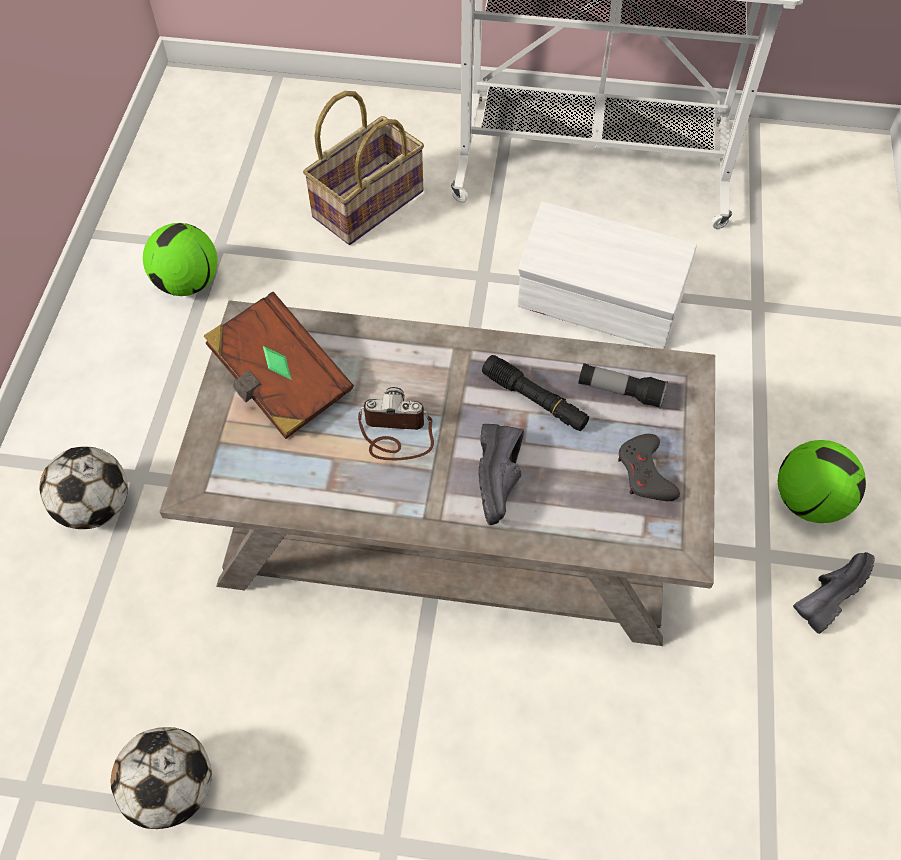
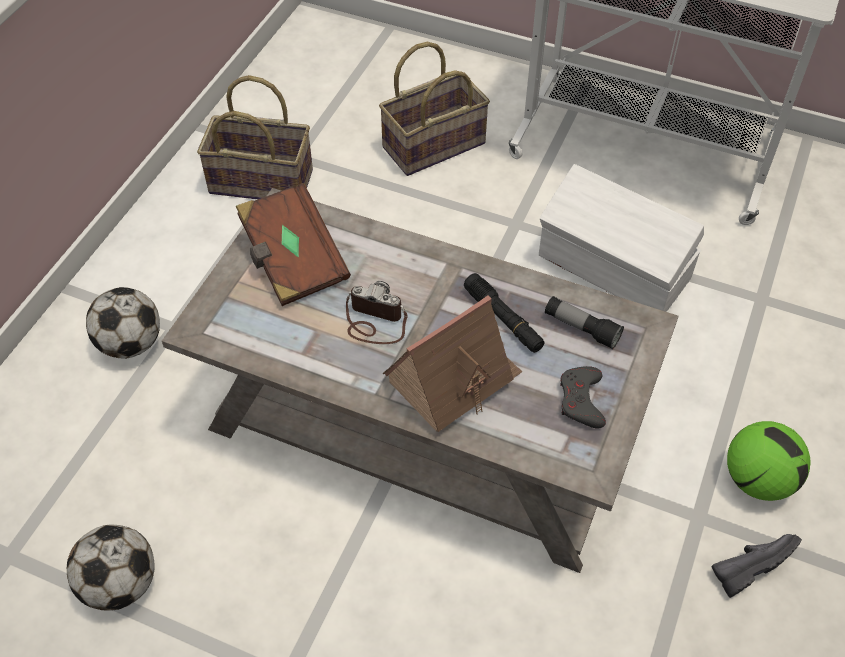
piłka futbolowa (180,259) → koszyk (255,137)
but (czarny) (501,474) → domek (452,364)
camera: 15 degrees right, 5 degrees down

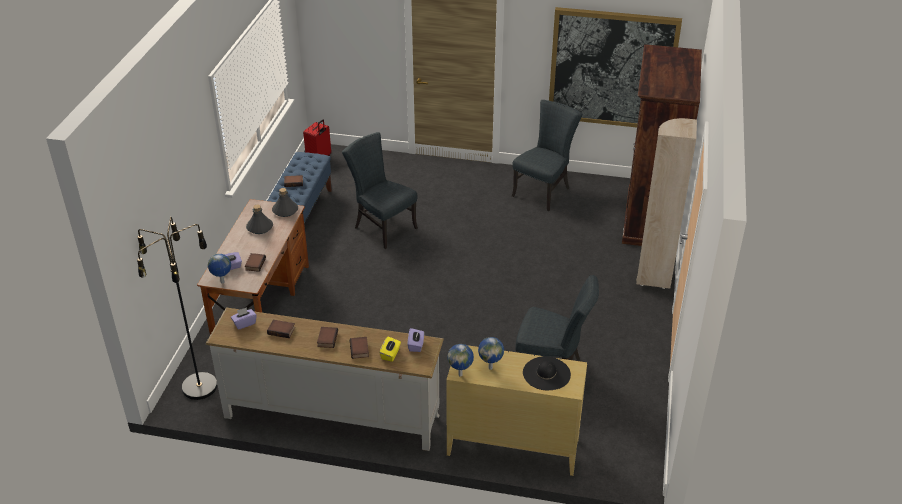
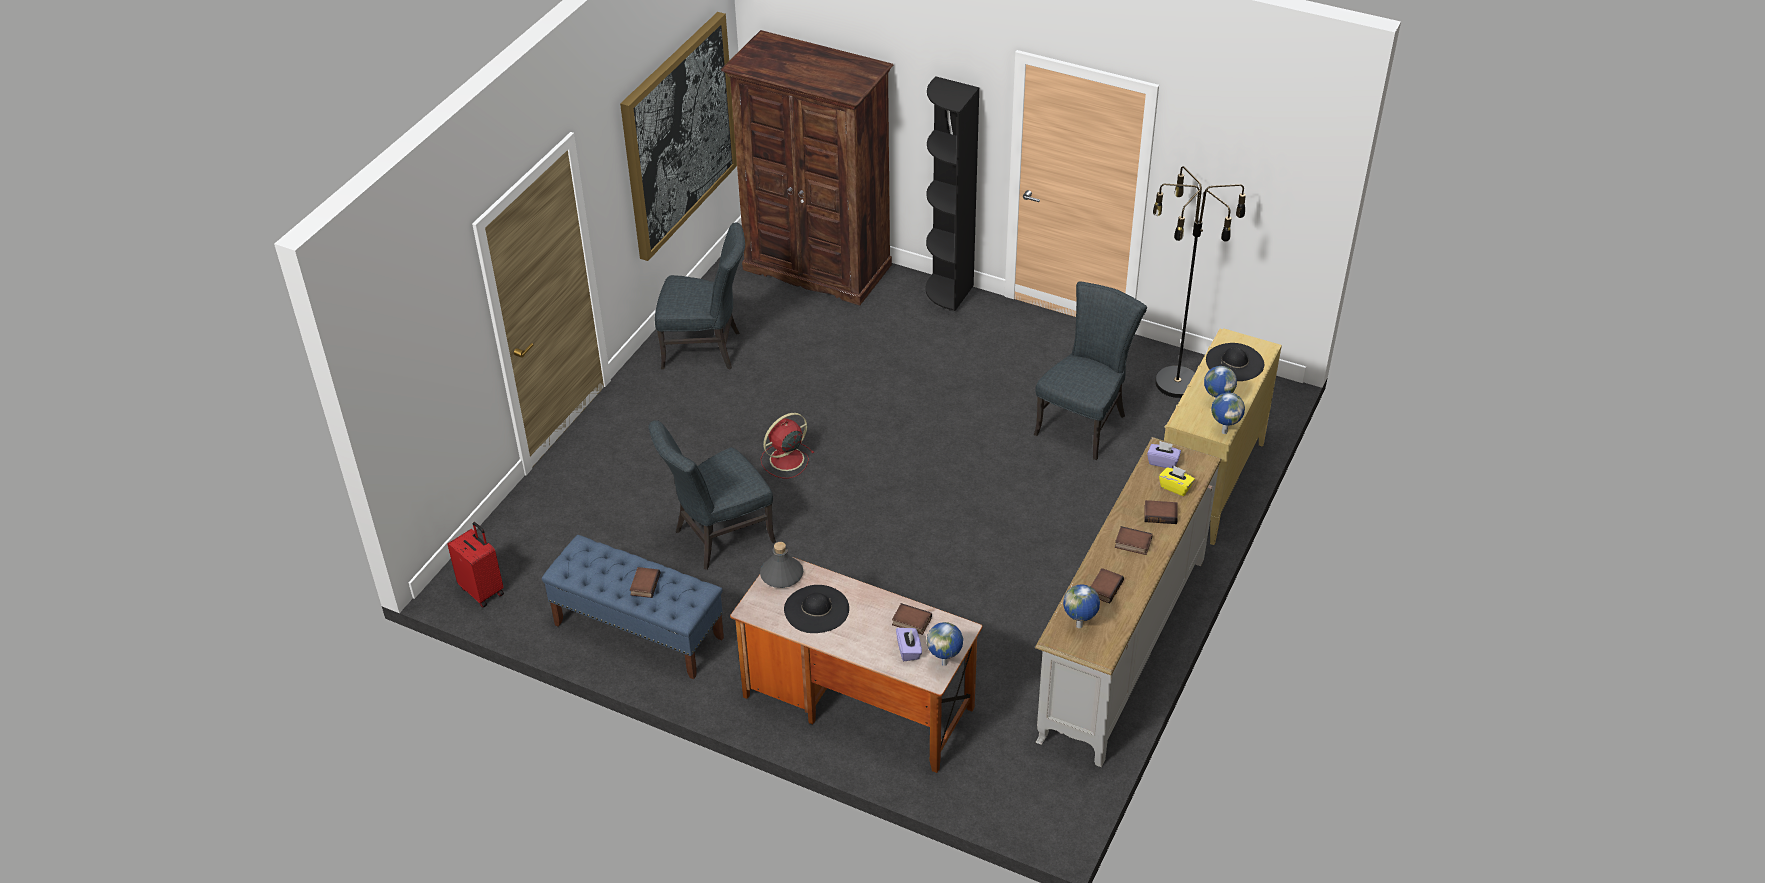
lampa stojąca (177,308) → lampa stojąca (1199,282), shifted
pudełko chusteczek (fioletowy) (244,318) → globus (1081,606)
butelka (szary) (259,219) → kapelusz (czarny) (816,609)
krzesło (szary) (547,155) → krzesło (szary) (700,295), 135 degrees clockwise
regał (beżowy) (666,203) → regał (czarny) (952,193)
- → wentylator (czerwony) (787,445)
camera: 75 degrees left, 5 degrees up

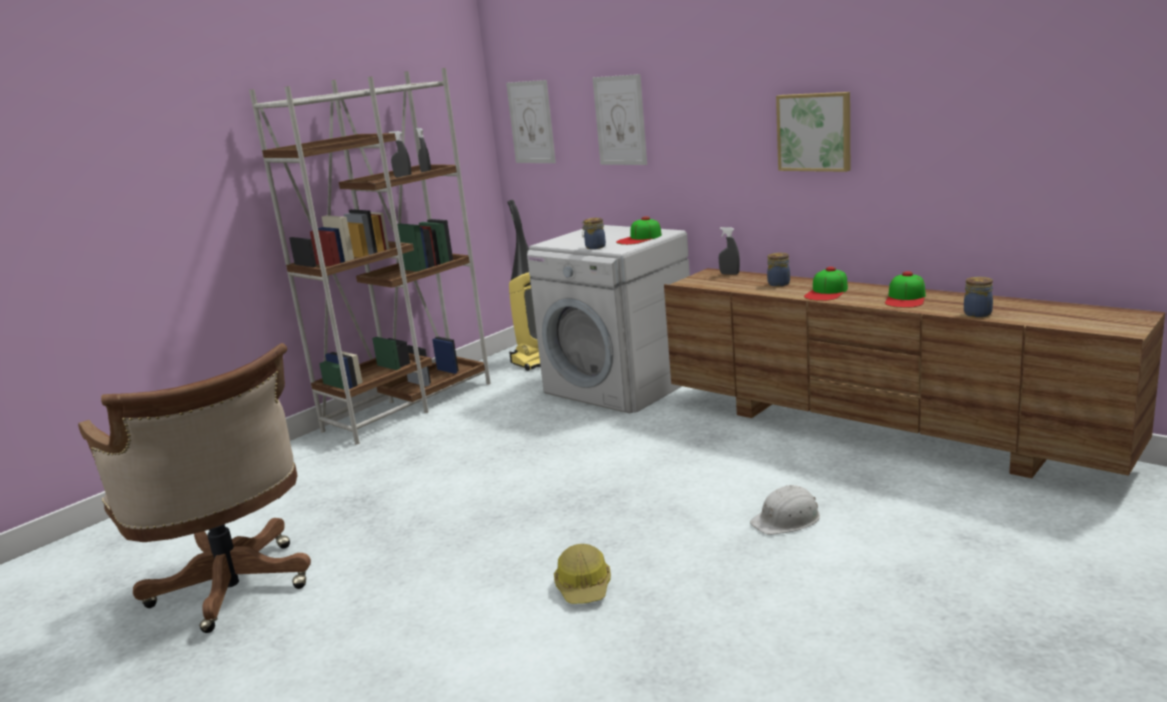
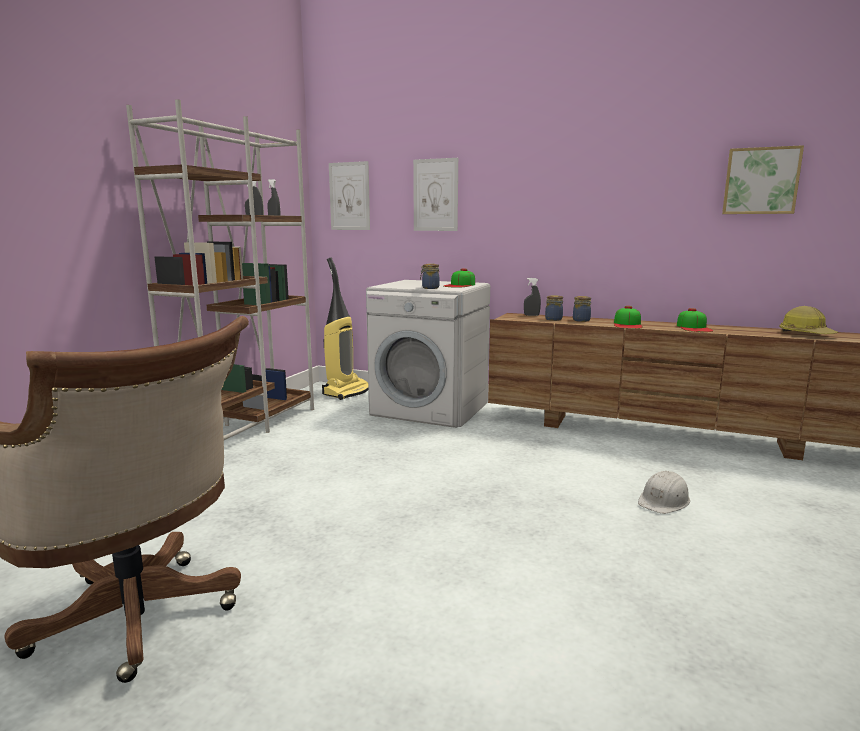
kask (582,574) → kask (808,320), shifted
obraz (813,132) → obraz (763,179), shifted
słoik (978,297) → słoik (554,308), shifted
camera: 20 degrees left, 5 degrees down

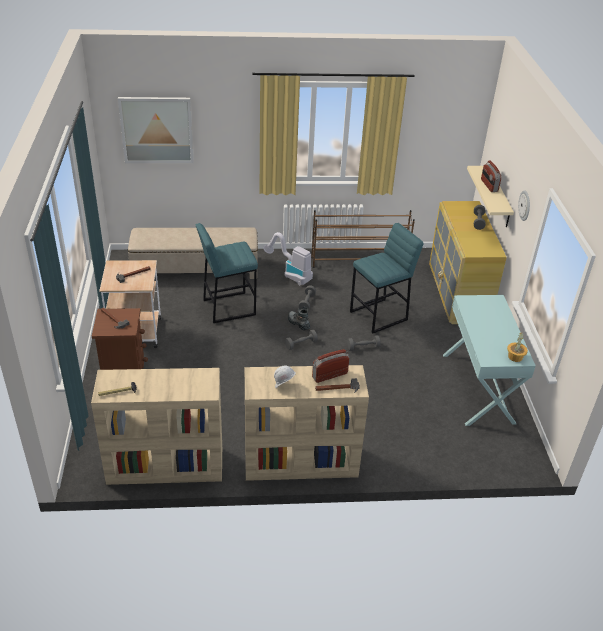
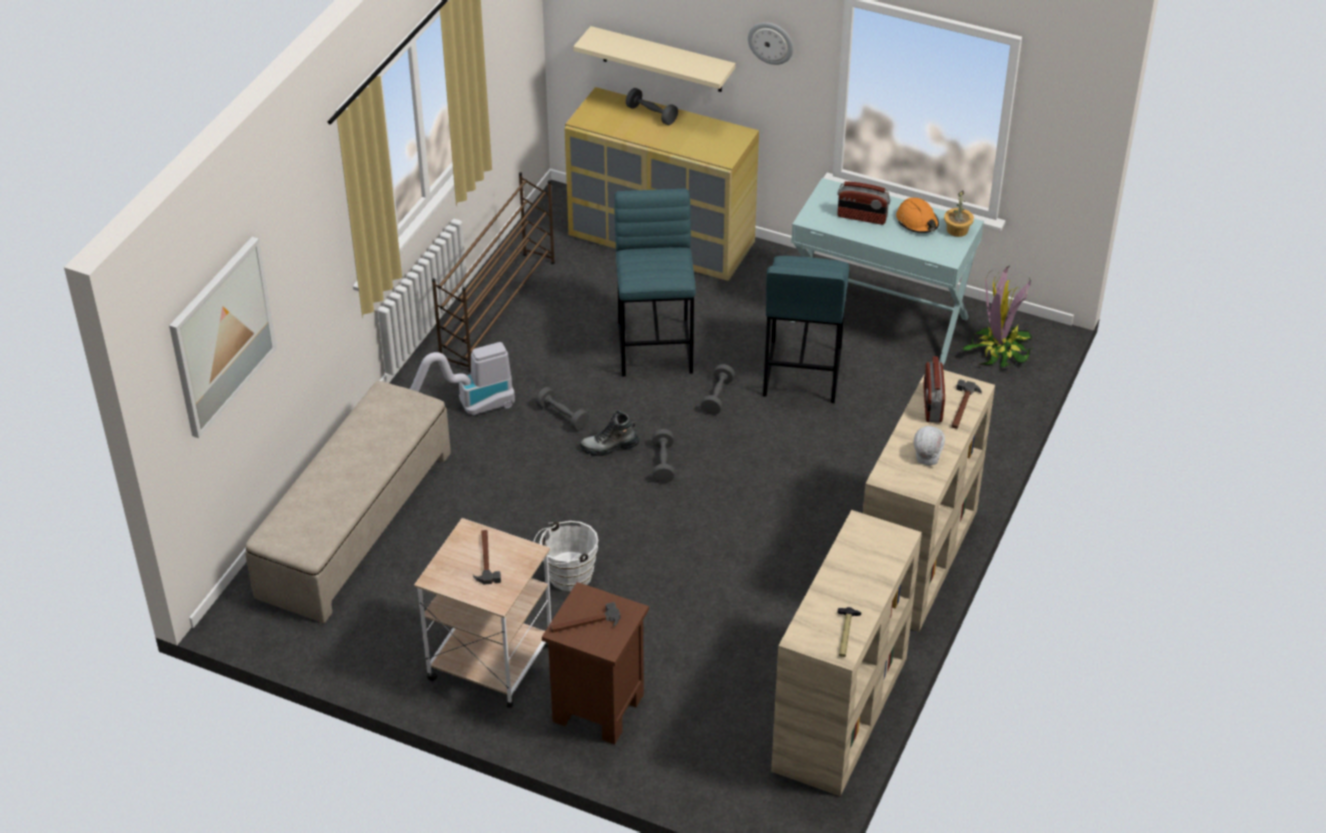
stołek (turkusowy) (226,273) → stołek (turkusowy) (806,329), shifted
radio (491,176) → radio (864,203), shifted
- → wiadro (biały) (566,556)
- → kask (pomarańczowy) (917,215)
- → roślina doniczkowa (997,316)
camera: 60 degrees left, 5 degrees up

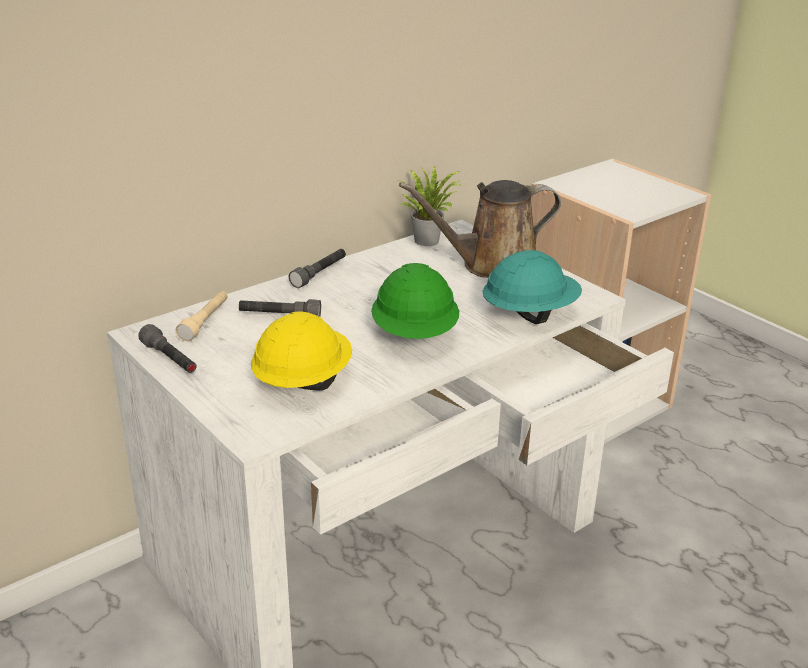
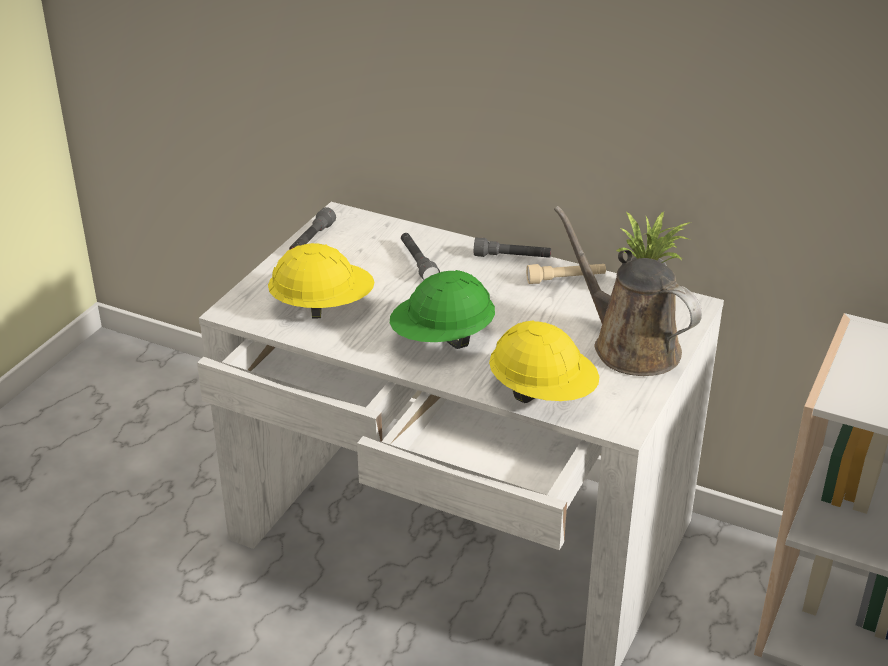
latarka (beżowy) (202,316) → latarka (beżowy) (566,274), shifted
kask (turkusowy) (532,287) → kask (żółty) (544,361)
camera: 65 degrees right, 5 degrees up

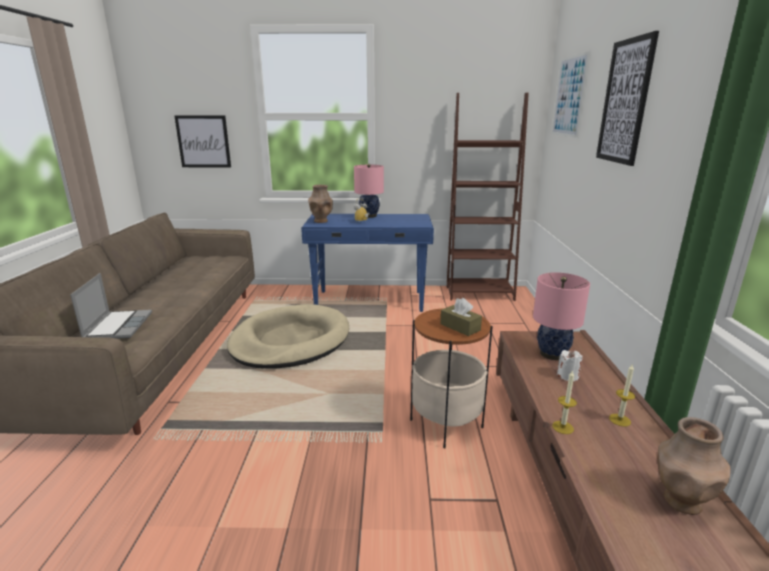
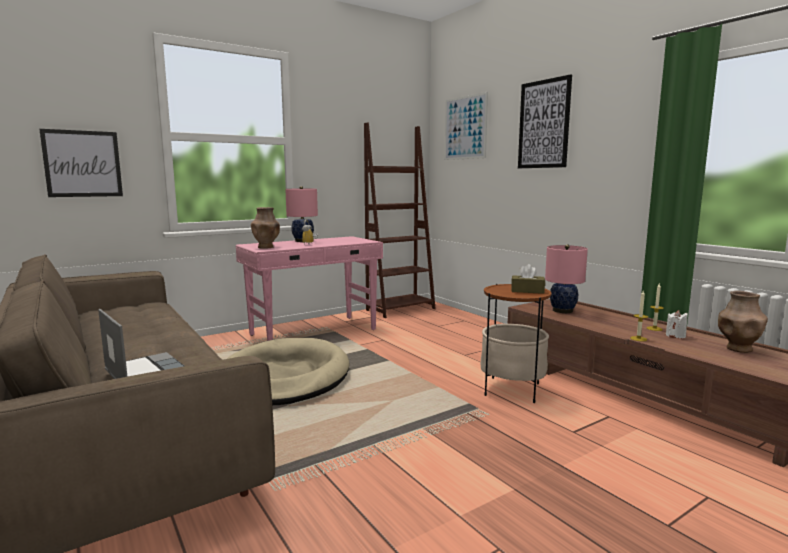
stolik konsolowy (niebieski) (367,263) → stolik konsolowy (różowy) (309,288)
świeca (biały) (570,365) → świeca (biały) (677,324), shifted
camera: 35 degrees left, 10 degrees down

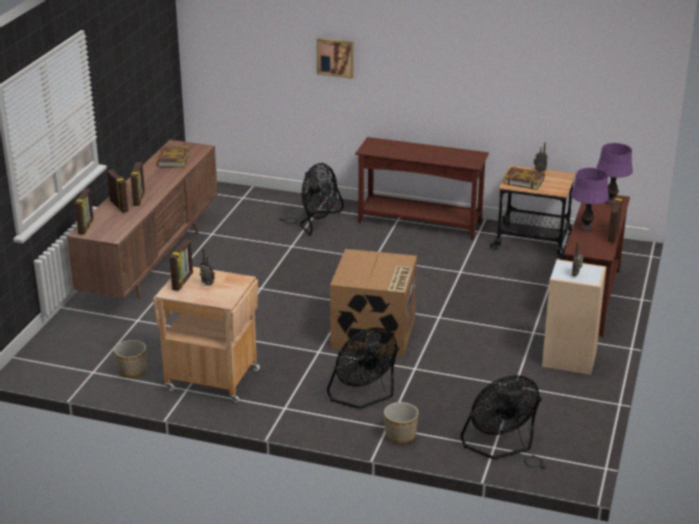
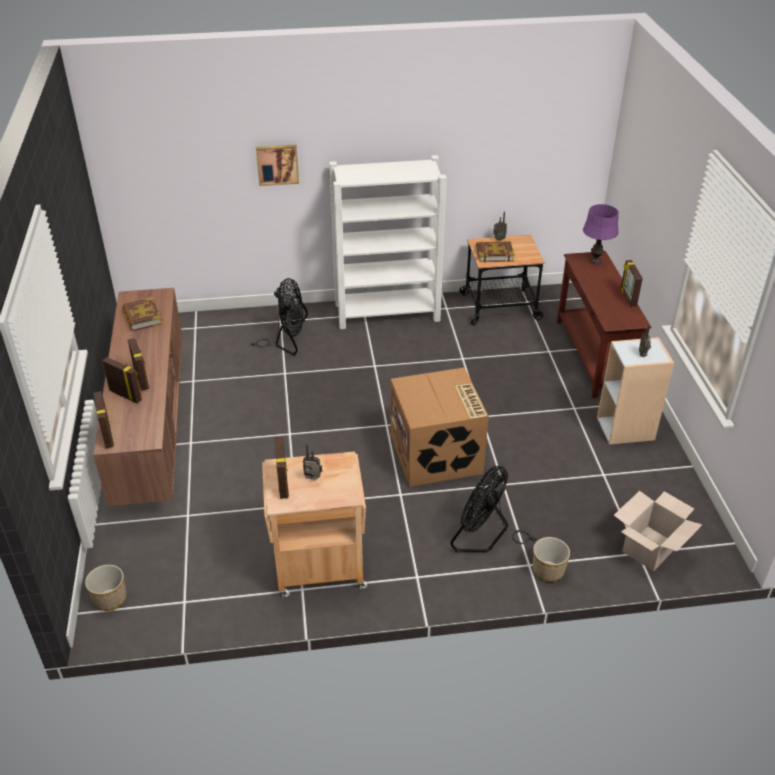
donica (130,359) → donica (106,588), shifted
stolik konsolowy (brązowy) (422,188) → regał (biały) (388,242)
wentylator (czarny) (503,422) → karton (658,531)
lampa stołowa (fioletowy) (590,200) → -
camera: 25 degrees left, 10 degrees up

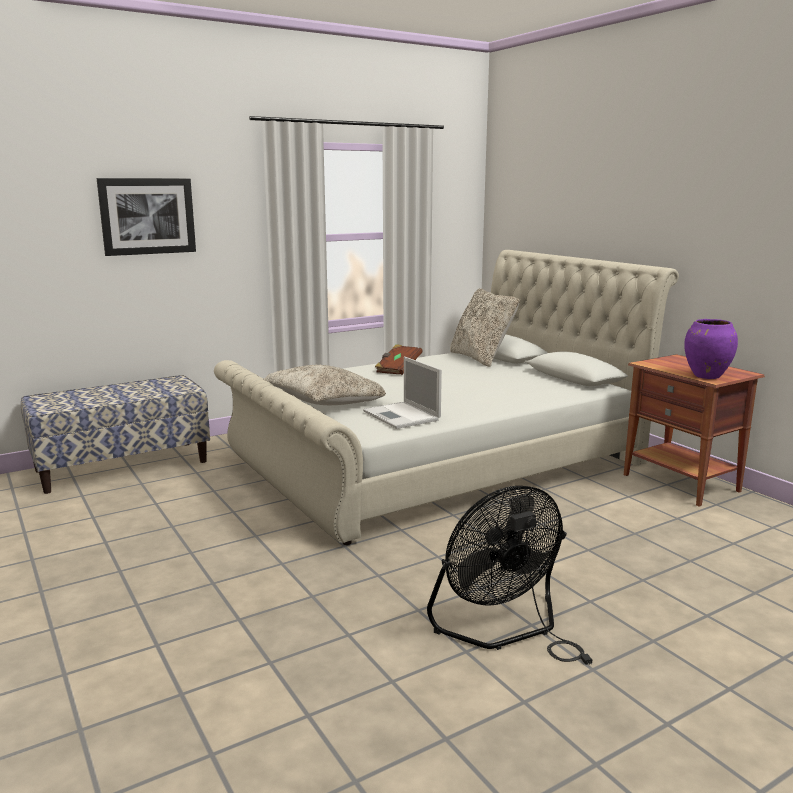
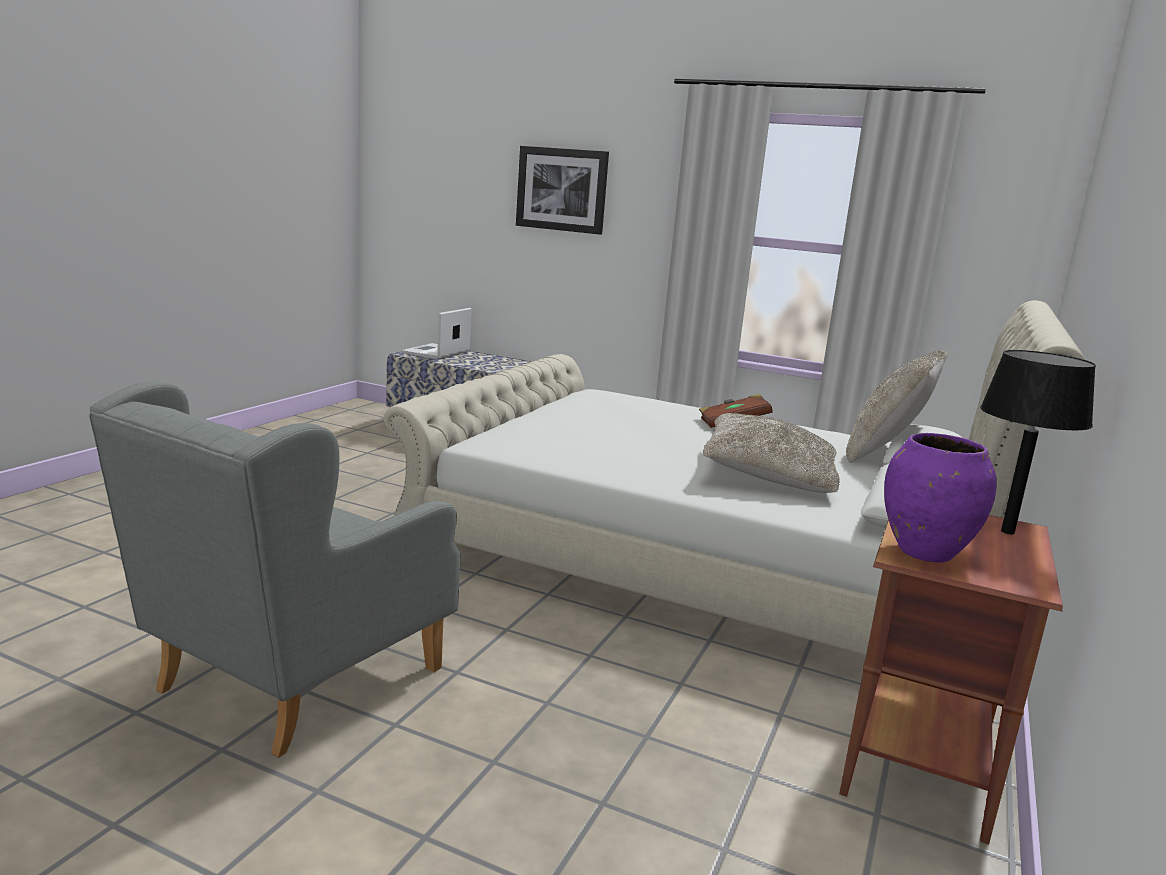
poduszka (beżowy) (324,385) → poduszka (beżowy) (771,453), shifted
laptop (402,393) → laptop (436,333), shifted
wentylator (czarny) (509,575) → fotel (szary) (274,569)
- → lampa stołowa (czarny) (1038,442)
camera: 55 degrees right, 0 degrees up

